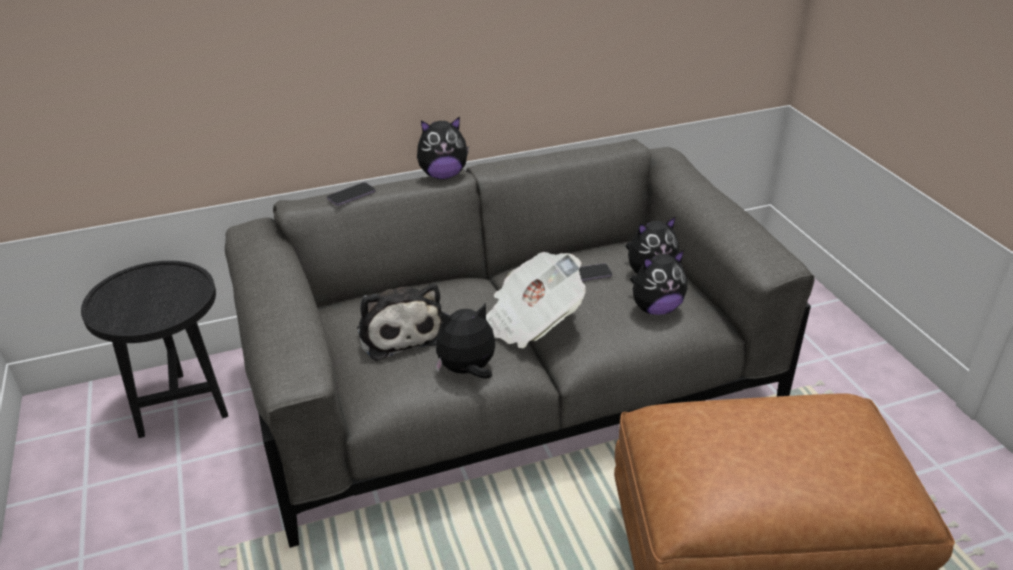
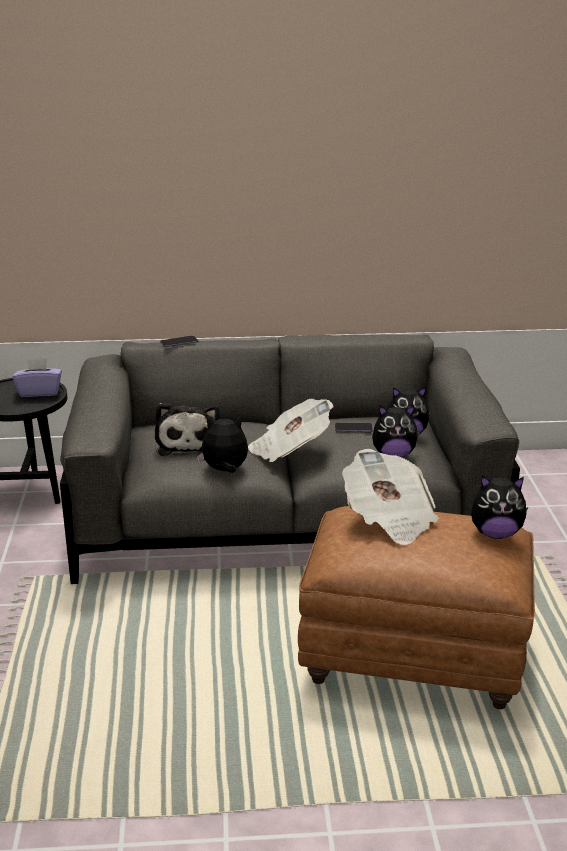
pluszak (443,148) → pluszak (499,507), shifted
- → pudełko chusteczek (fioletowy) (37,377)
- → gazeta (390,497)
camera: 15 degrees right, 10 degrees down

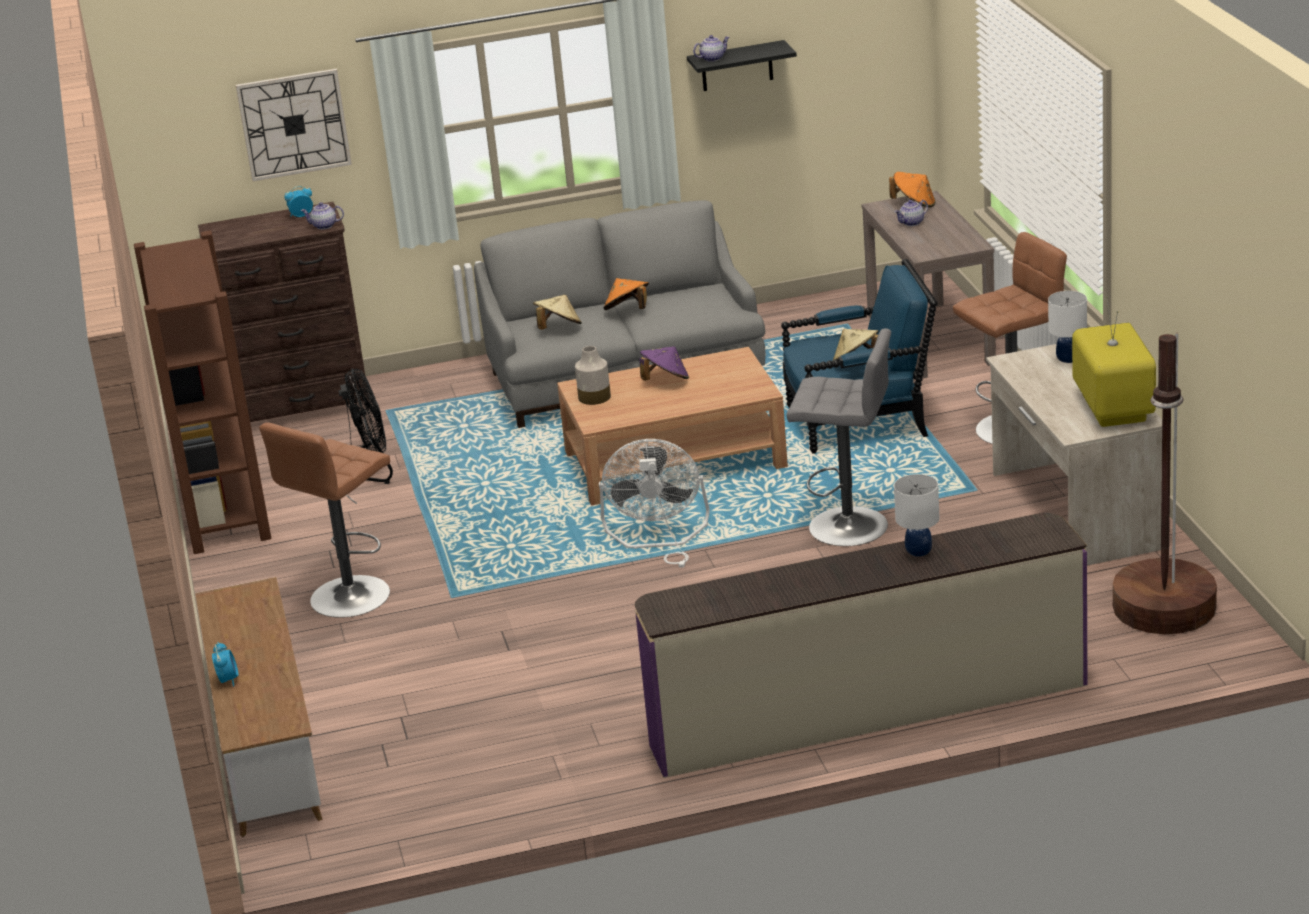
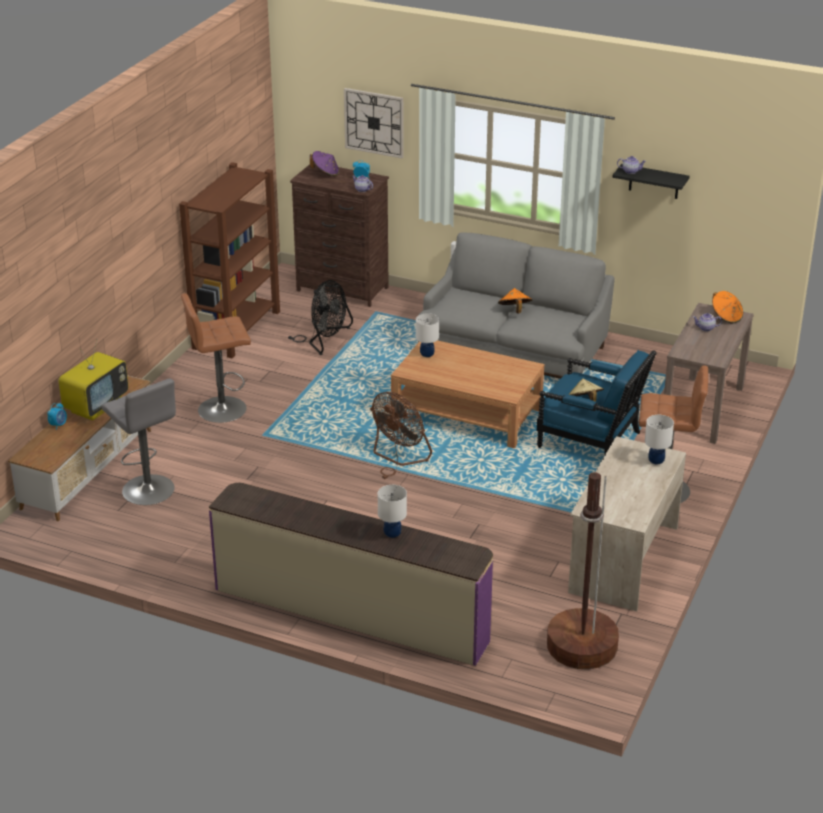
kapelusz (beżowy) (557,312) → -
wazon (beżowy) (593,375) → lampa stołowa (biały) (427,335)
wentylator (biały) (654,503) → wentylator (brązowy) (401,435)
kapelusz (fioletowy) (664,363) → kapelusz (fioletowy) (324,163), shifted
stołek (szary) (838,437) → stołek (szary) (139,442), shifted
telewizor (1114,361) → telewizor (93,379), shifted
camera: 35 degrees right, 5 degrees up

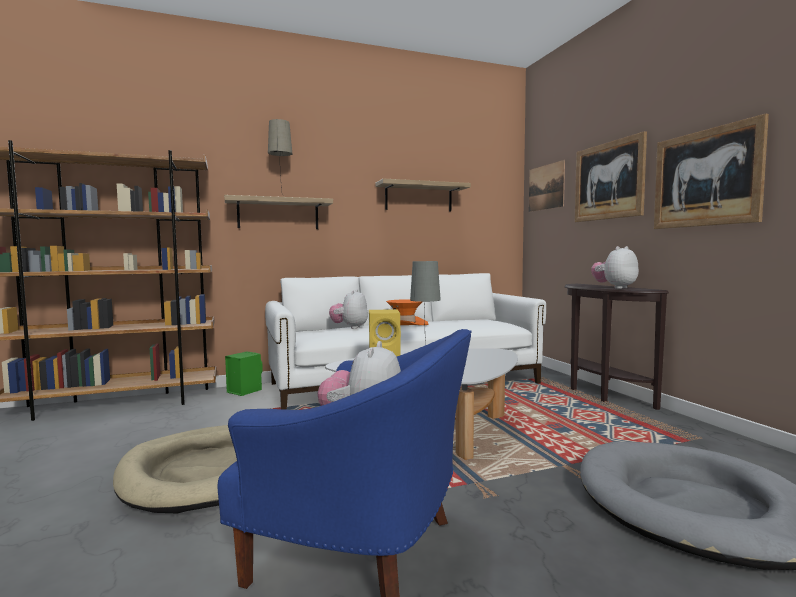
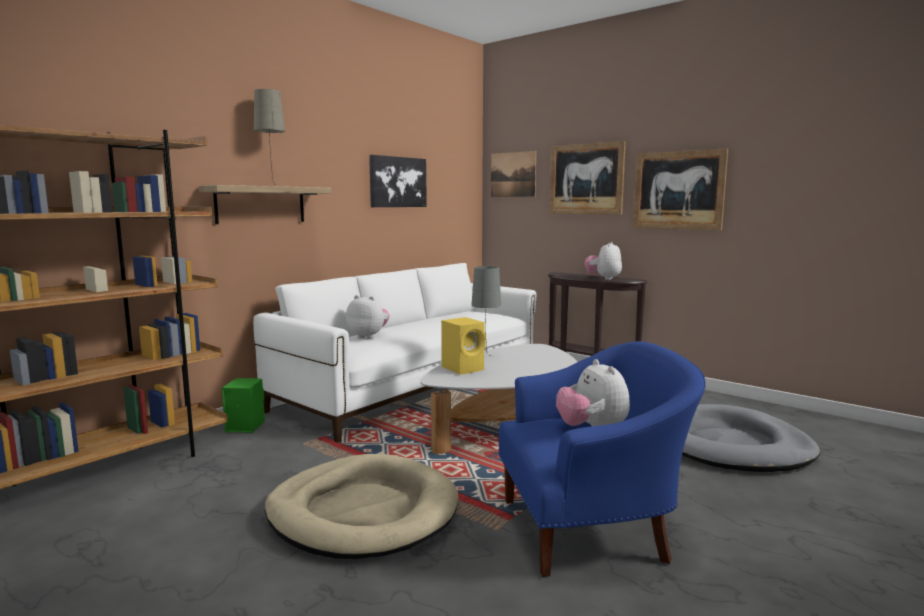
pluszak (348,309) → pluszak (367,317), 135 degrees clockwise
półka (423,195) → obraz (398,181)
kapelusz (pomarańczowy) (407,312) → -
camera: 30 degrees left, 5 degrees up

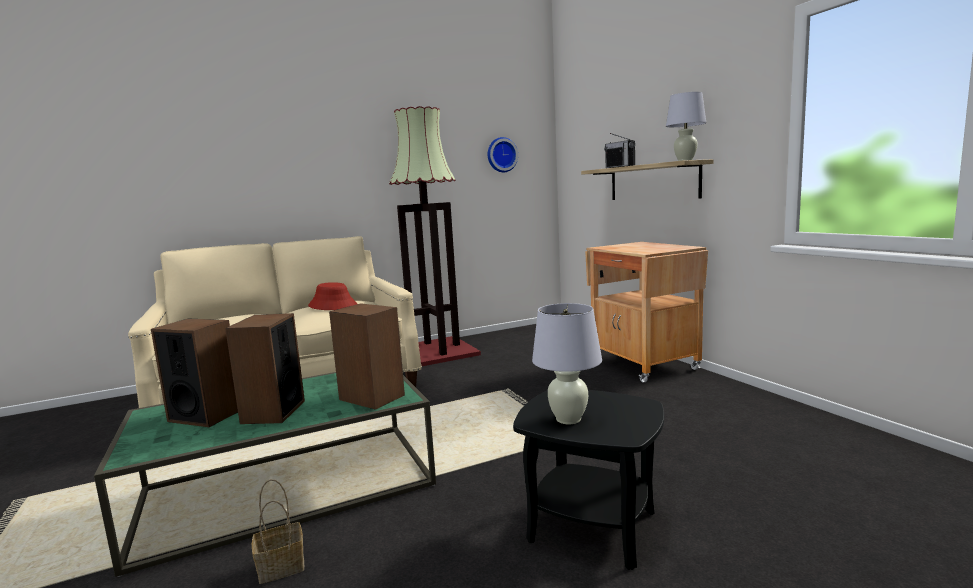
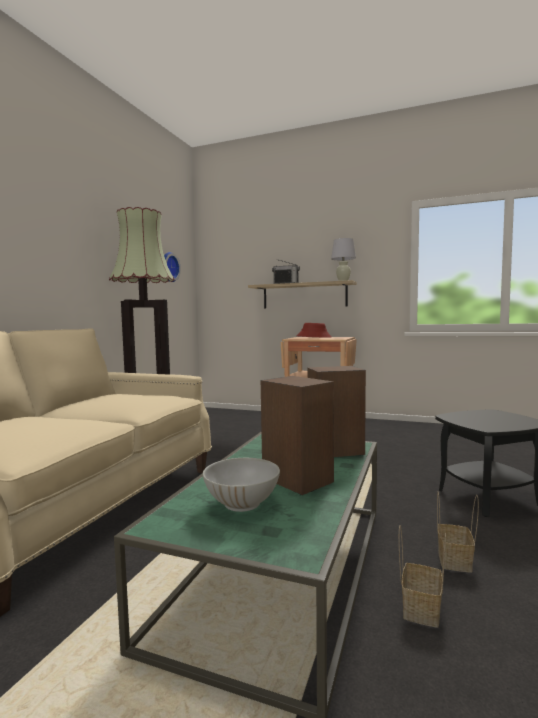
głośnik (194,373) → miska (biały) (241,485)
kapelusz (czerwony) (332,296) → kapelusz (czerwony) (314,330), shifted
lampa stołowa (biały) (567,363) → -
- → koszyk (458,532)
camera: 45 degrees left, 5 degrees down

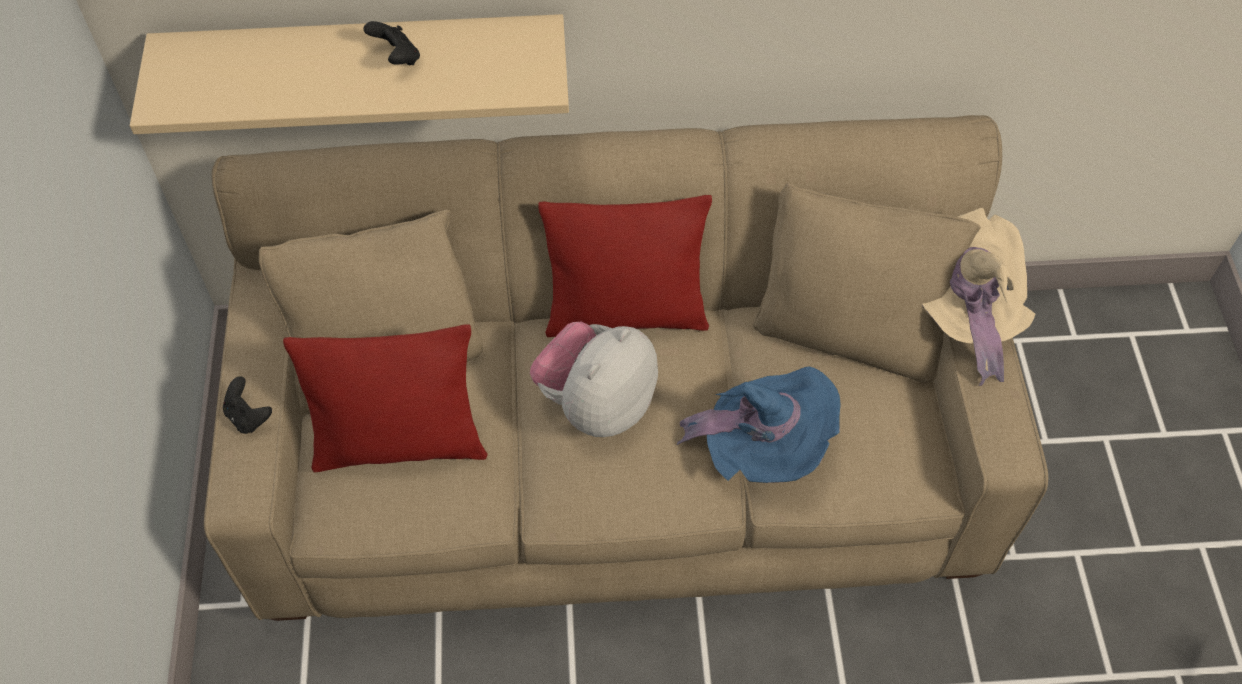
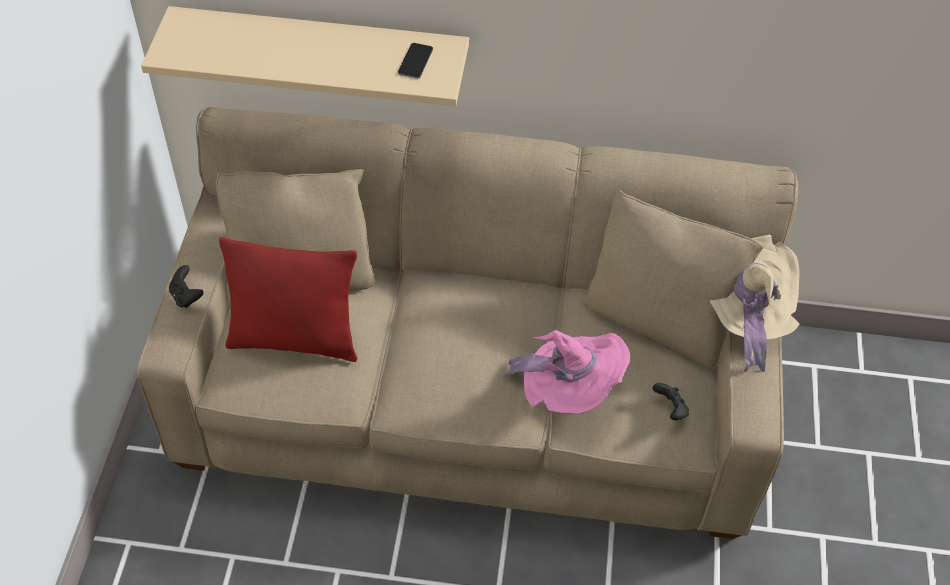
pad do gier (czarny) (392,43) → pad do gier (czarny) (671,401), shifted
pluszak (594,379) → -
poduszka (czerwony) (625,266) → -
kapelusz (niebieski) (758,425) → kapelusz (różowy) (566,372)
- → telefon (415,61)
camera: 10 degrees right, 5 degrees down

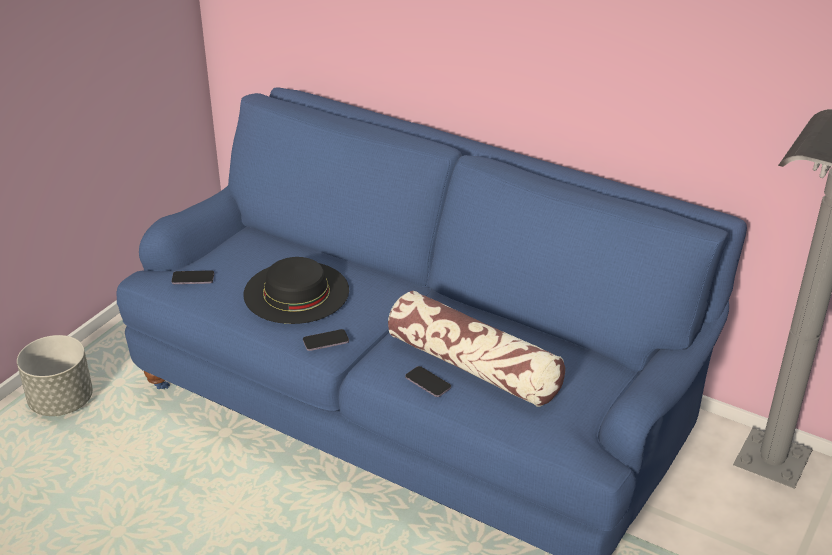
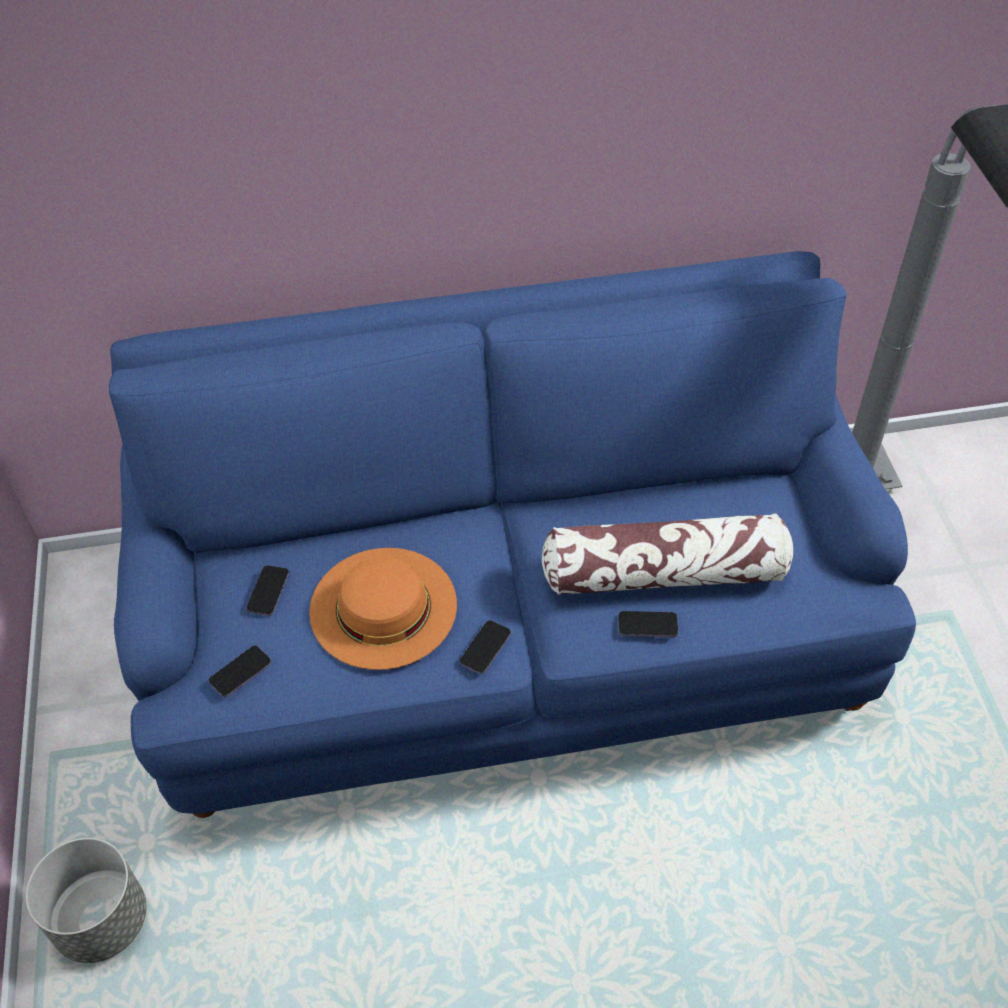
kapelusz (czarny) (296,290) → kapelusz (pomarańczowy) (383,609)
- → telefon (267,590)
camera: 40 degrees left, 15 degrees up

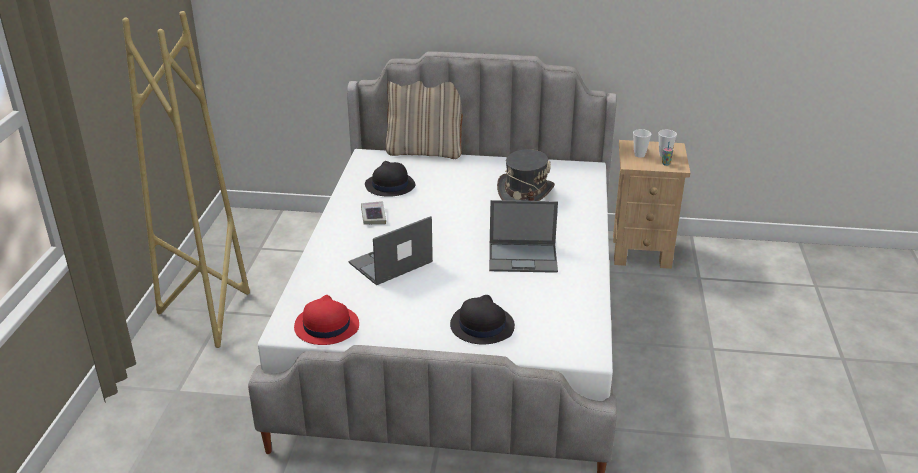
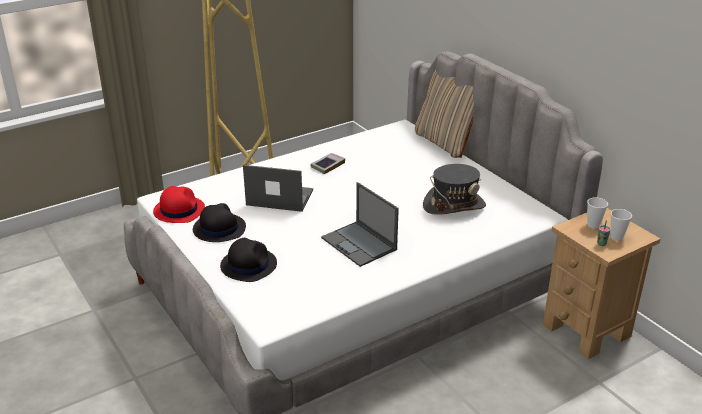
kapelusz (czarny) (390,179) → kapelusz (czarny) (219,222), shifted
camera: 50 degrees right, 0 degrees up

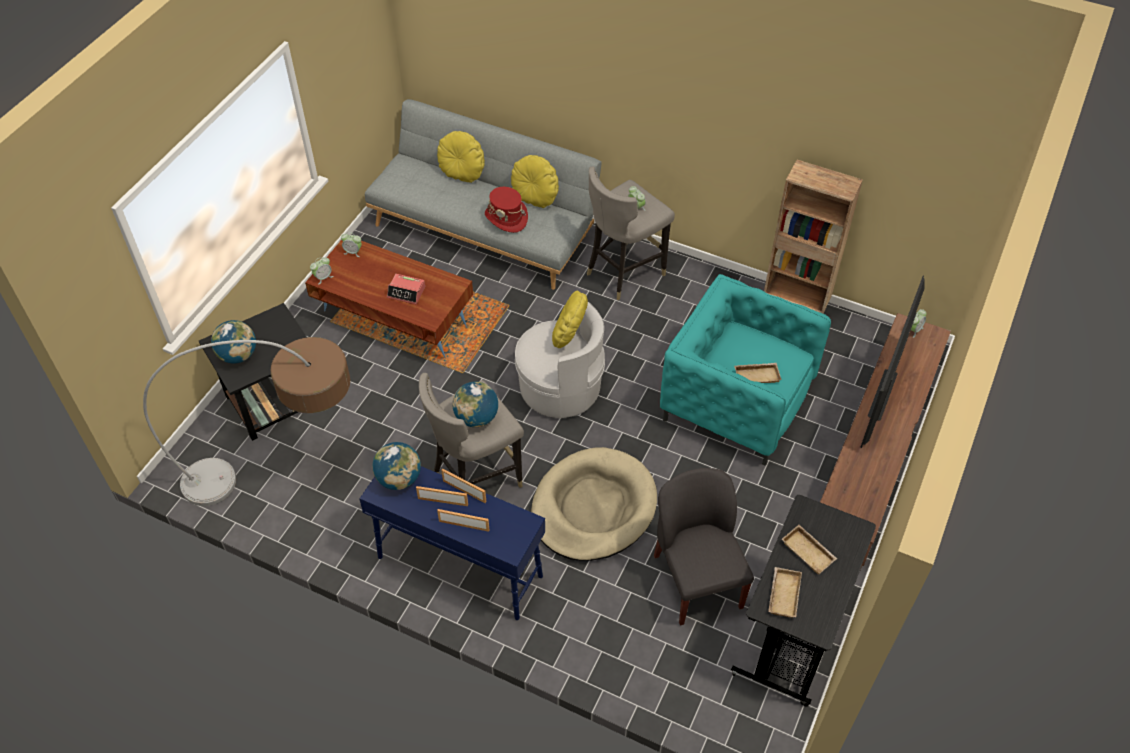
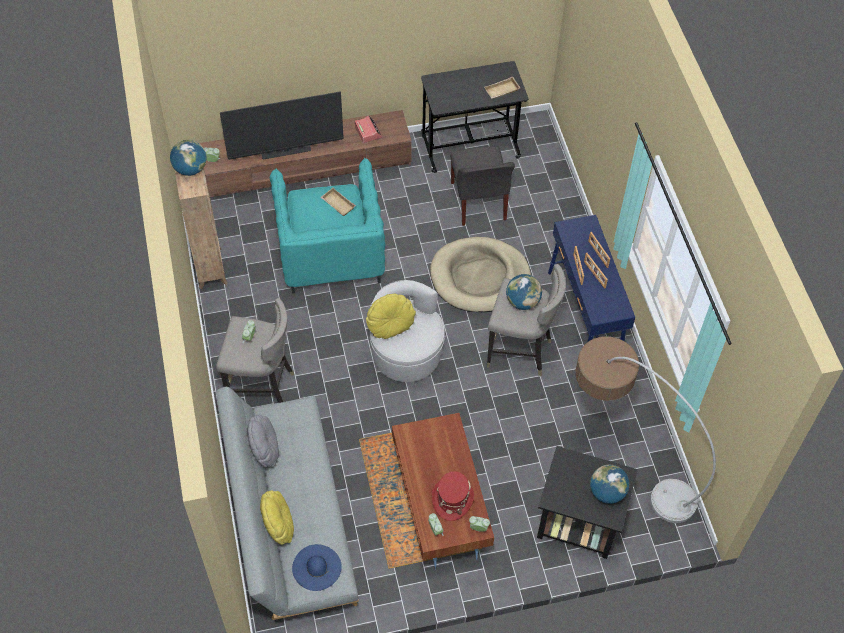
globus (396,466) → globus (188,158), shifted
budzik (406,289) → budzik (368,129), shifted
kapelusz (czerwony) (506,210) → kapelusz (czerwony) (453,496), shifted
poduszka (żółty) (535,181) → poduszka (szary) (263,441)
krzesło (szary) (704,547) → krzesło (szary) (482,186), 45 degrees counterclockwise
taca (beżowy) (809,550) → -
- → kapelusz (niebieski) (317,567)
camera: 130 degrees left, 5 degrees up

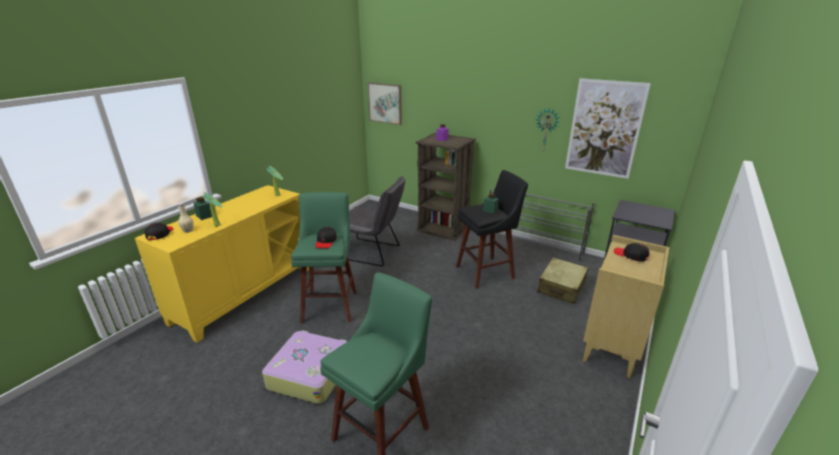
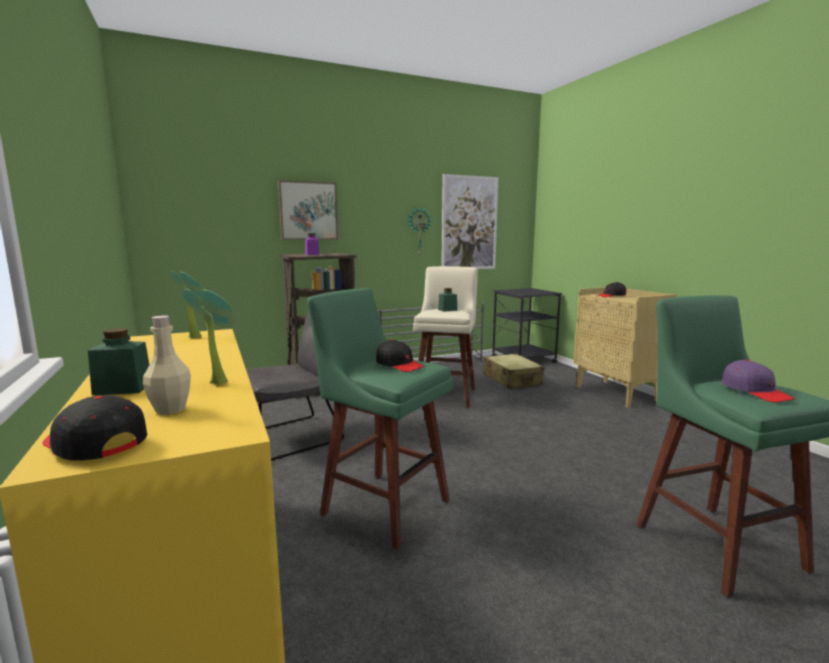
walizka (304,367) → -
obraz (385,103) → obraz (308,210), shifted
stołek (czarny) (492,229) → stołek (beżowy) (445,337)
- → czapka z daszkiem (fioletowy) (759,380)
camera: 55 degrees left, 15 degrees down

